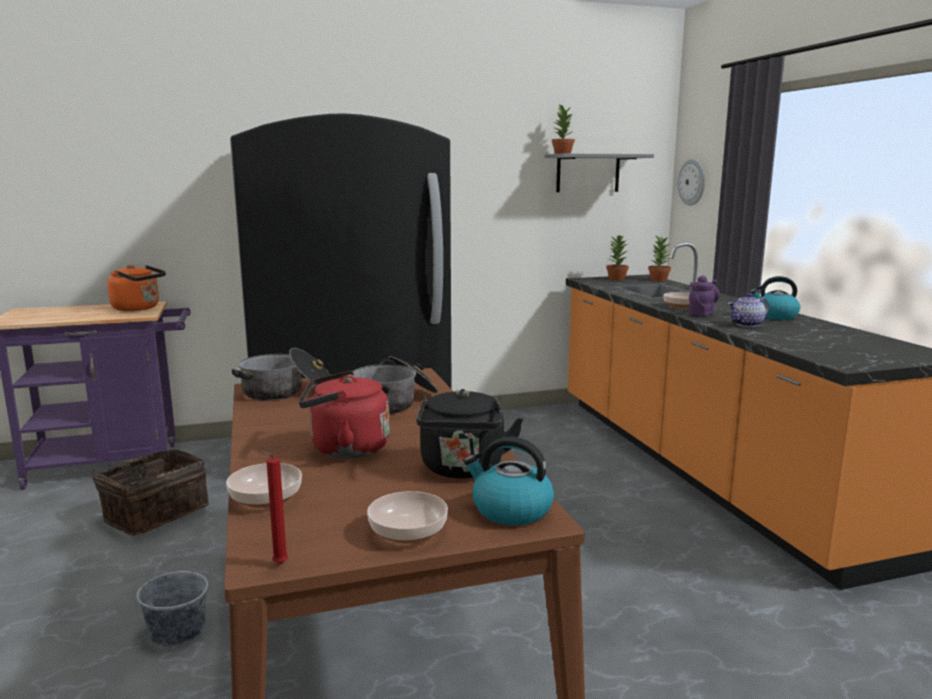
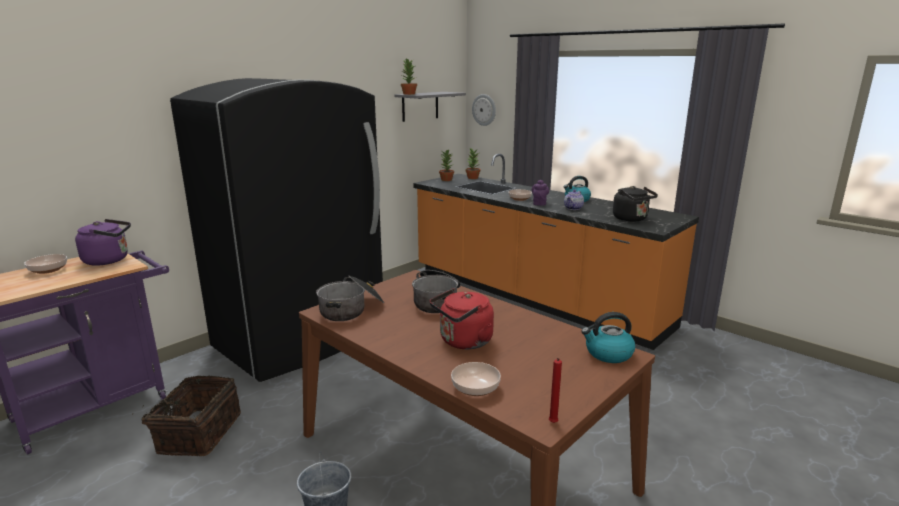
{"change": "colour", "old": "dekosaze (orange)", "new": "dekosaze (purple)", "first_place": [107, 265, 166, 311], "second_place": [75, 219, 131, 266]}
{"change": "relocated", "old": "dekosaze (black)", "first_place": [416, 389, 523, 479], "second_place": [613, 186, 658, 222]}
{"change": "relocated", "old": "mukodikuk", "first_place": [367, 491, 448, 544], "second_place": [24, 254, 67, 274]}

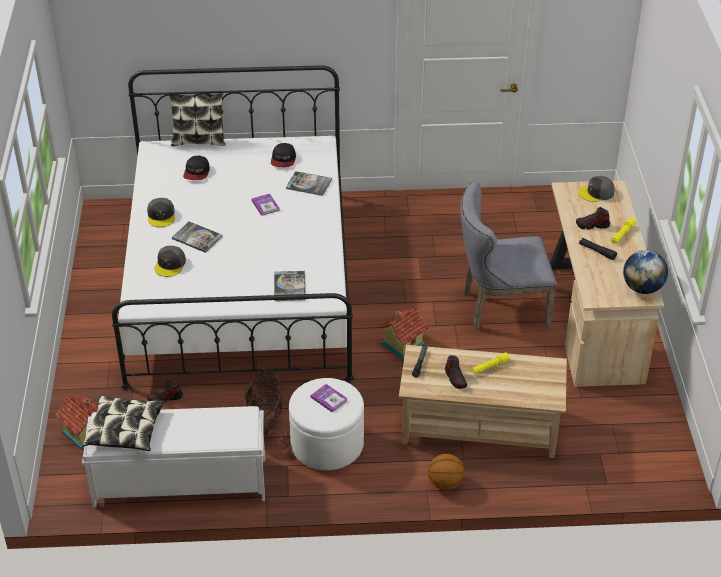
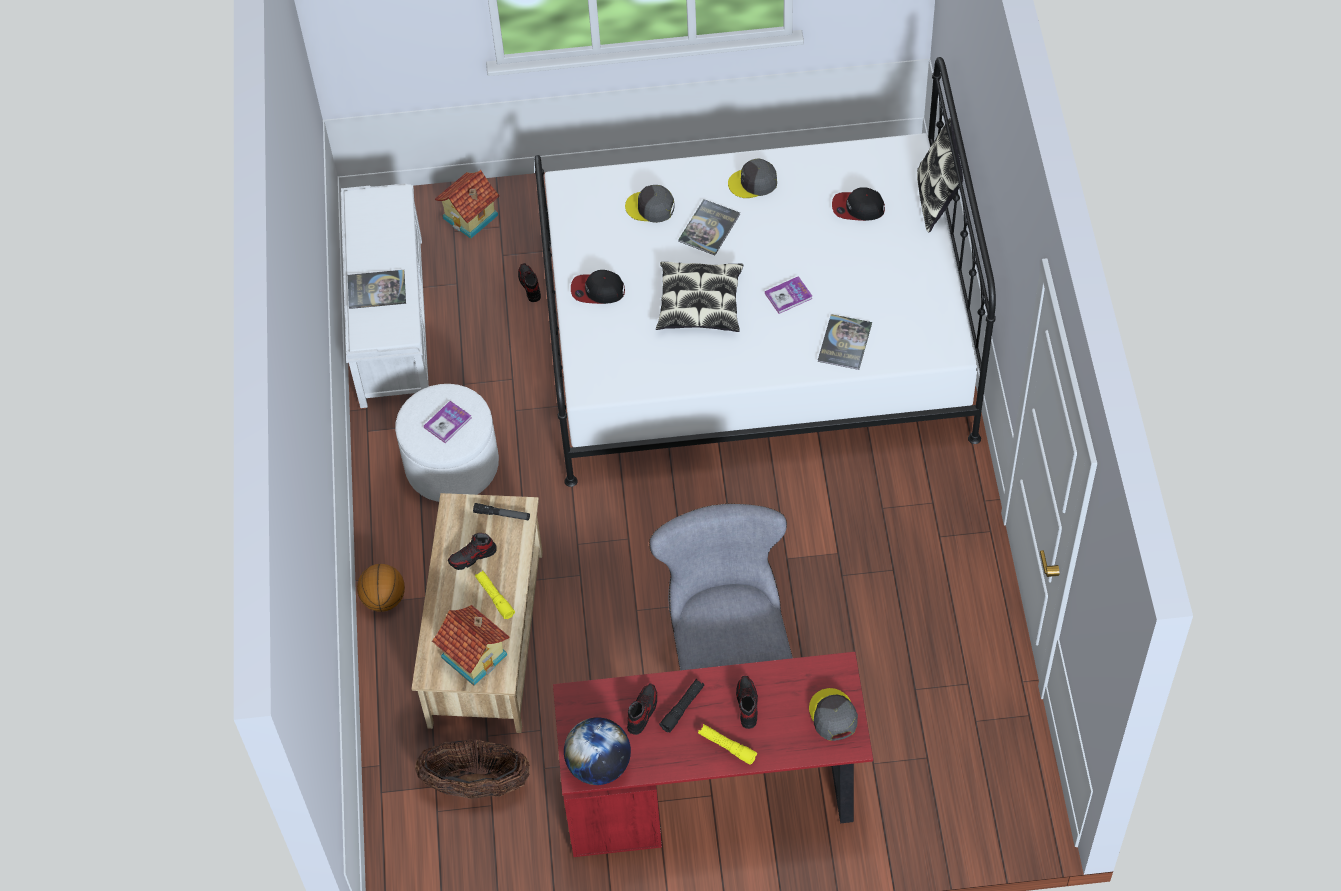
{"change": "relocated", "old": "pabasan", "first_place": [271, 143, 296, 167], "second_place": [571, 270, 625, 304]}
{"change": "colour", "old": "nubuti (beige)", "new": "nubuti (red)", "first_place": [550, 180, 664, 387], "second_place": [553, 652, 873, 857]}
{"change": "relocated", "old": "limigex", "first_place": [274, 271, 306, 301], "second_place": [348, 270, 406, 309]}
{"change": "relocated", "old": "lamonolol", "first_place": [379, 307, 429, 360], "second_place": [432, 605, 509, 686]}
{"change": "relocated", "old": "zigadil", "first_place": [243, 371, 284, 437], "second_place": [415, 739, 530, 799]}
{"change": "relocated", "old": "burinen", "first_place": [83, 395, 165, 451], "second_place": [656, 262, 743, 332]}
{"change": "appeared", "new": "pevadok", "second_place": [627, 683, 657, 735]}

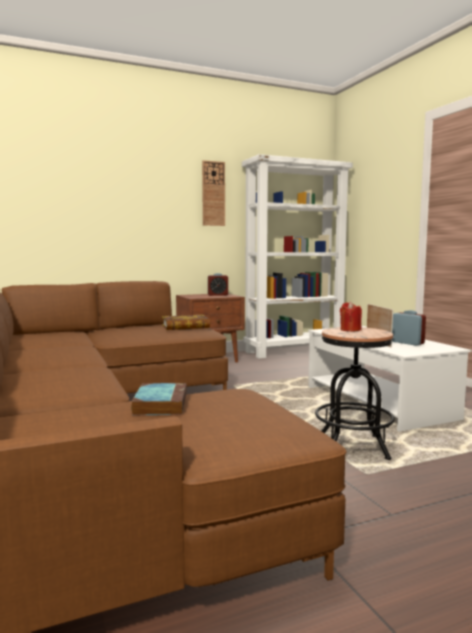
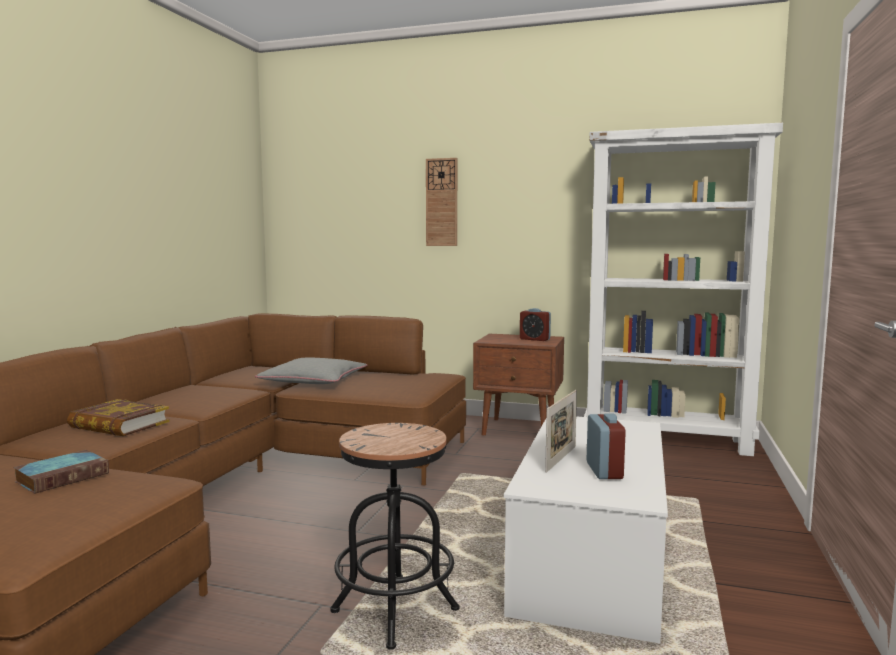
{"change": "relocated", "old": "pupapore", "first_place": [202, 160, 225, 226], "second_place": [426, 158, 457, 246]}
{"change": "missing", "old": "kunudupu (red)", "first_place": [340, 301, 362, 332]}
{"change": "relocated", "old": "limigex", "first_place": [162, 315, 210, 330], "second_place": [67, 399, 170, 436]}
{"change": "appeared", "new": "burinen (grey)", "second_place": [255, 358, 368, 384]}

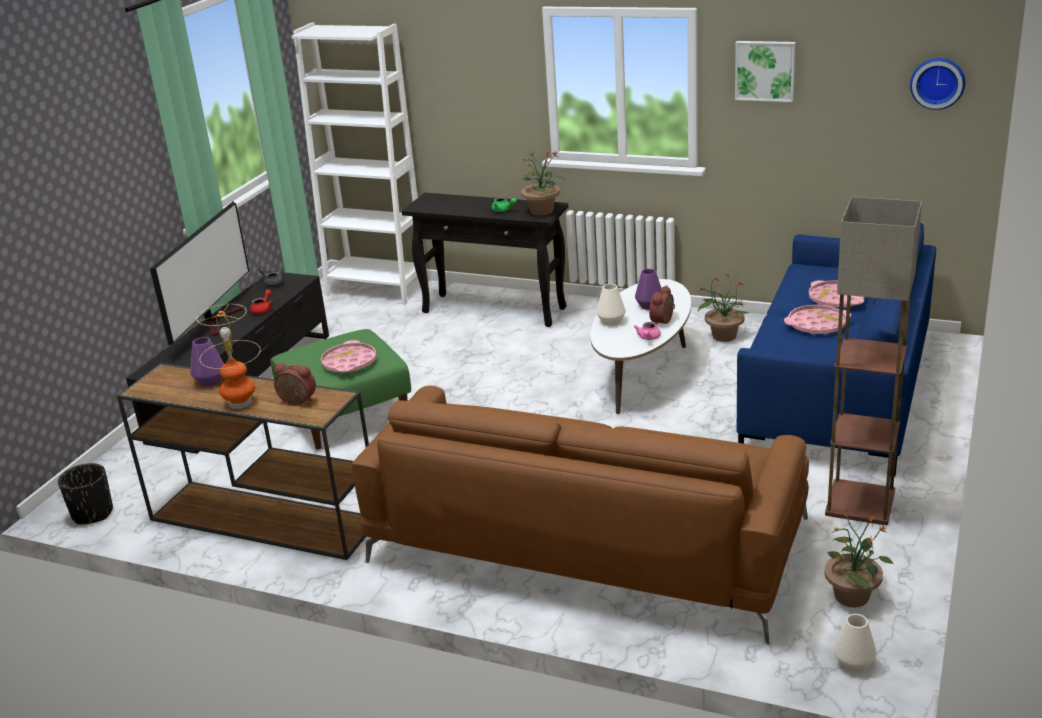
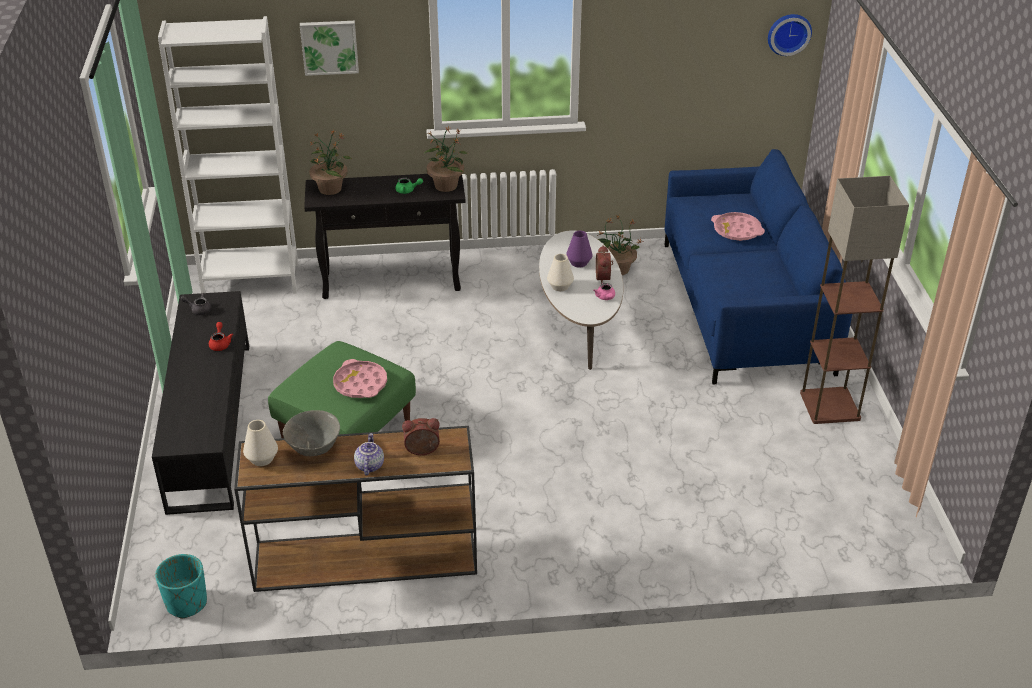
{"change": "relocated", "old": "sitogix", "first_place": [735, 41, 796, 102], "second_place": [300, 21, 359, 76]}
{"change": "missing", "old": "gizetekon", "first_place": [150, 202, 249, 345]}
{"change": "exchanged", "old": "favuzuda", "new": "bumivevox", "first_place": [196, 304, 261, 409], "second_place": [354, 433, 384, 475]}
{"change": "missing", "old": "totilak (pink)", "first_place": [784, 305, 851, 334]}
{"change": "exchanged", "old": "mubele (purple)", "new": "mukodikuk (grey)", "first_place": [190, 337, 224, 387], "second_place": [283, 410, 340, 456]}
{"change": "missing", "old": "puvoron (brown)", "first_place": [351, 386, 809, 645]}
{"change": "colour", "old": "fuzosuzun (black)", "new": "fuzosuzun (turquoise)", "first_place": [58, 463, 113, 525], "second_place": [155, 554, 207, 619]}
{"change": "relocated", "old": "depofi", "first_place": [824, 512, 893, 607], "second_place": [309, 130, 352, 195]}
{"change": "relocated", "old": "mubele (white)", "first_place": [833, 614, 876, 672], "second_place": [243, 420, 278, 466]}

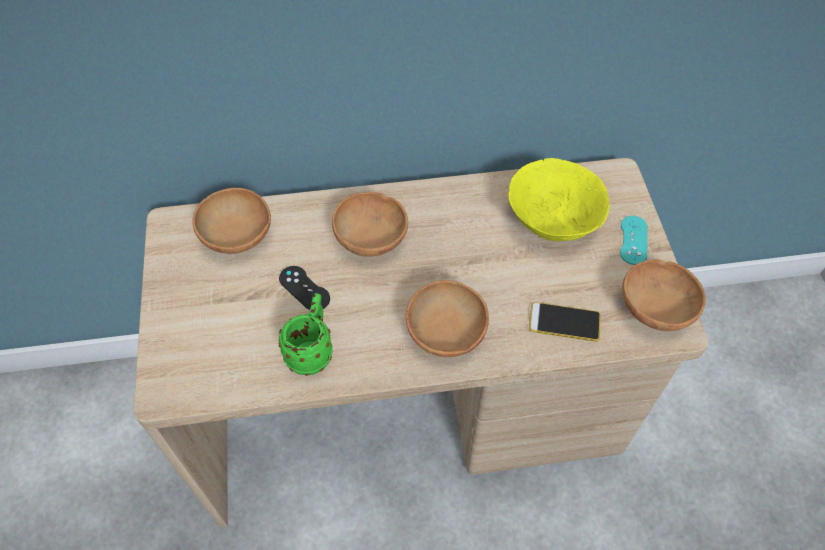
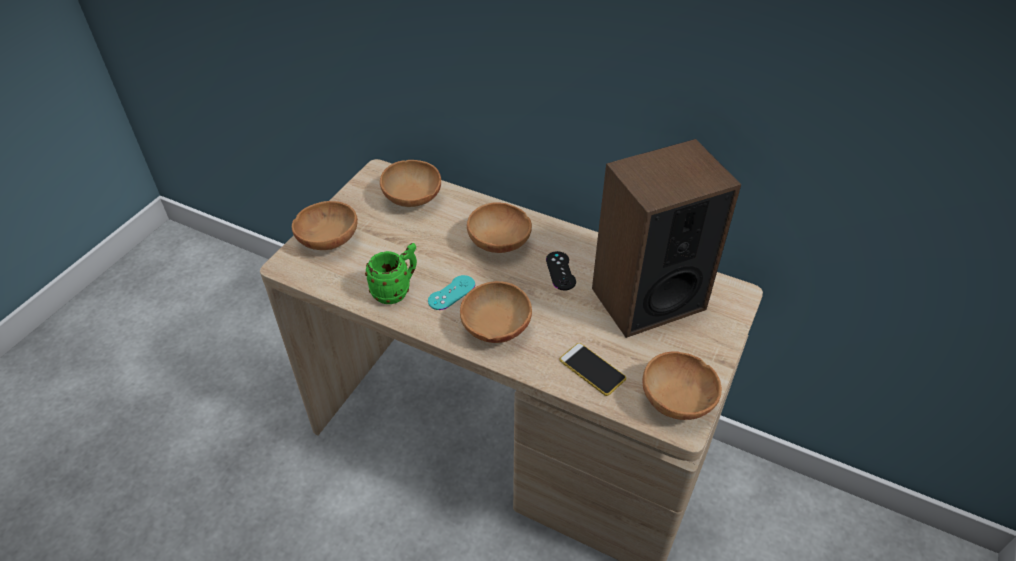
{"change": "exchanged", "old": "mukodikuk (yellow)", "new": "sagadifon", "first_place": [508, 158, 610, 241], "second_place": [592, 139, 741, 338]}
{"change": "relocated", "old": "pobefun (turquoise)", "first_place": [620, 216, 648, 265], "second_place": [428, 275, 475, 310]}
{"change": "relocated", "old": "pobefun (black)", "first_place": [279, 266, 330, 310], "second_place": [546, 251, 576, 290]}
{"change": "appeared", "new": "mukodikuk (brown)", "second_place": [292, 201, 358, 250]}

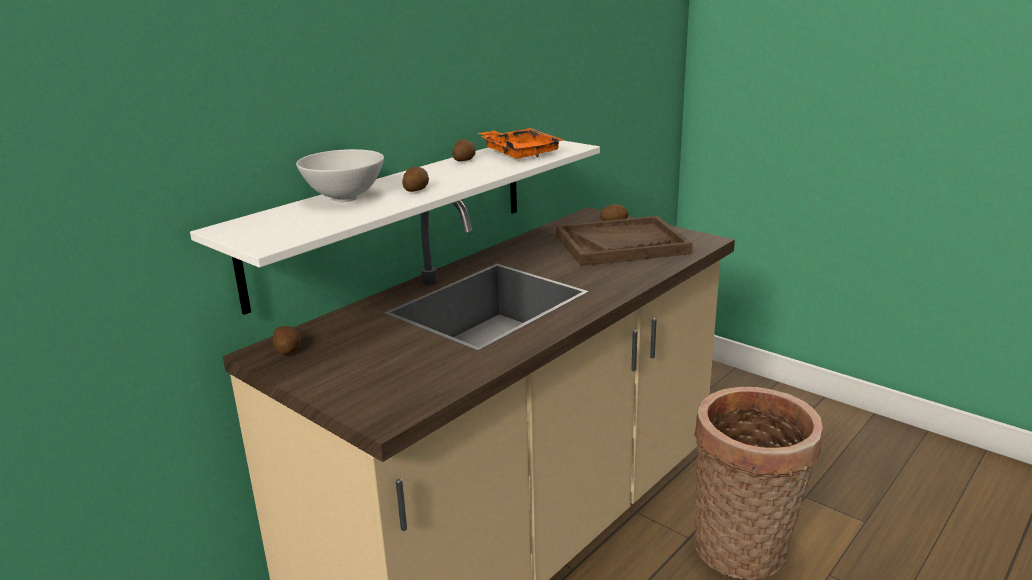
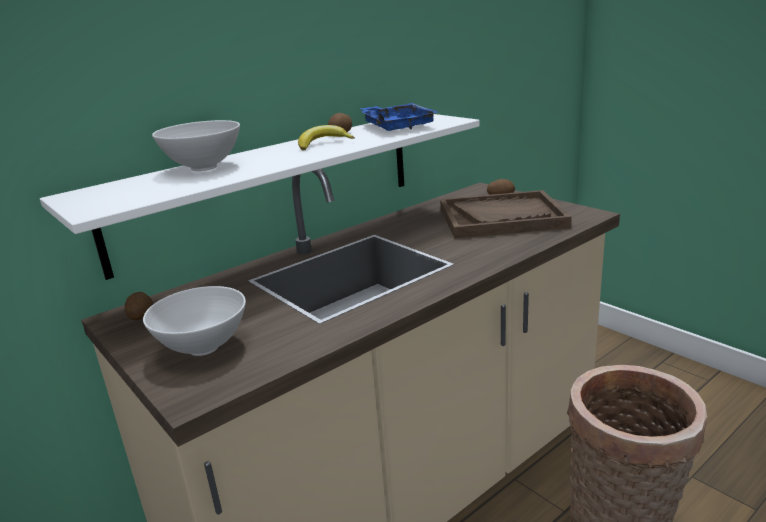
{"change": "colour", "old": "totilak (orange)", "new": "totilak (blue)", "first_place": [478, 128, 564, 159], "second_place": [360, 103, 438, 131]}
{"change": "missing", "old": "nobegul", "first_place": [402, 166, 429, 192]}
{"change": "appeared", "new": "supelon", "second_place": [298, 125, 355, 151]}
{"change": "appeared", "new": "mukodikuk (white)", "second_place": [143, 286, 246, 356]}

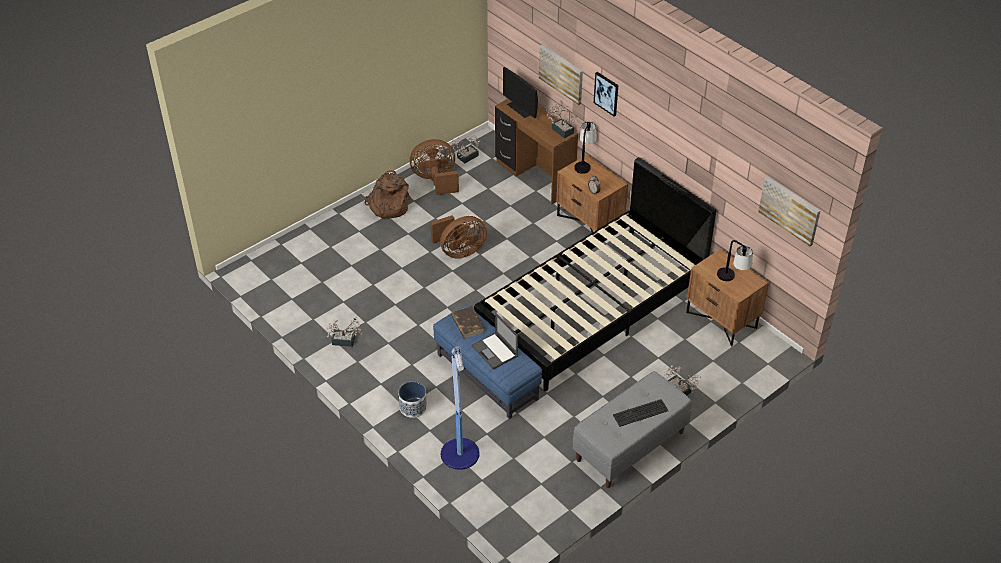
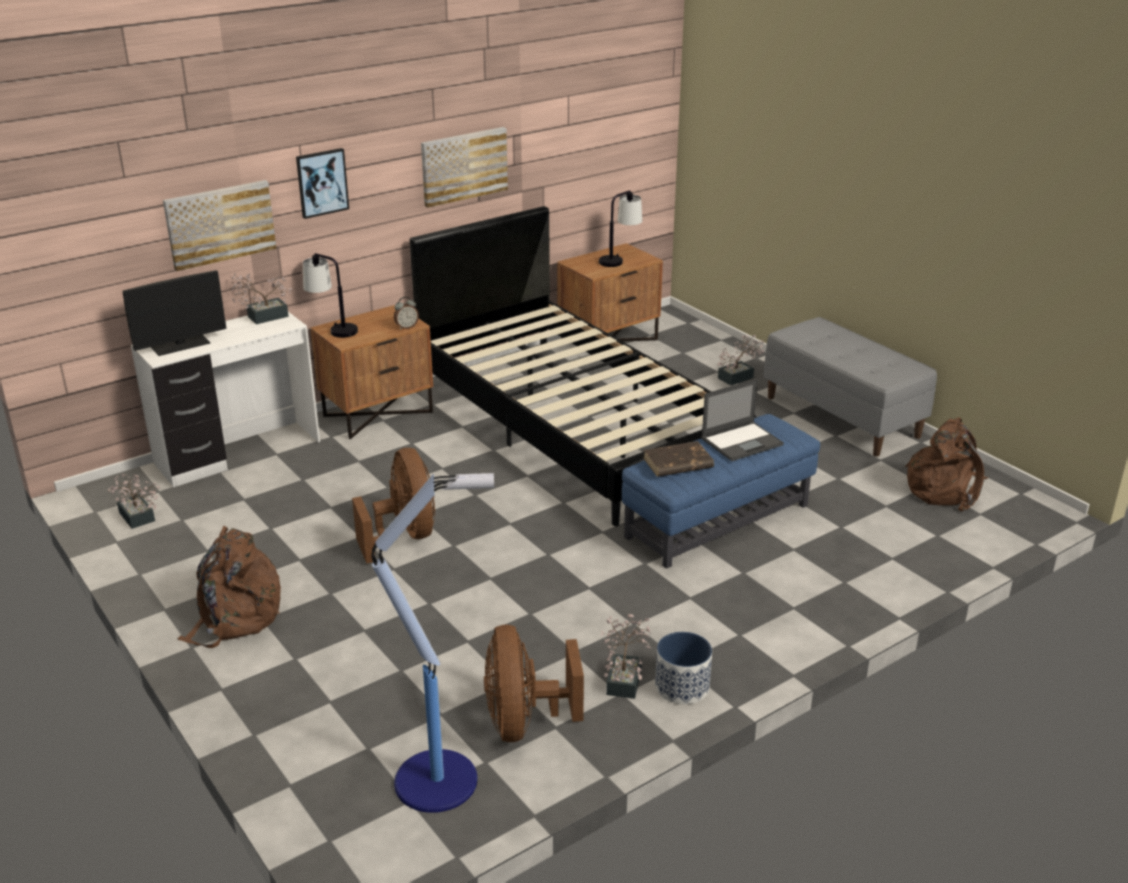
{"change": "colour", "old": "nubuti (brown)", "new": "nubuti (white)", "first_place": [495, 99, 578, 205], "second_place": [131, 312, 320, 487]}
{"change": "relocated", "old": "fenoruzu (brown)", "first_place": [410, 139, 459, 195], "second_place": [484, 625, 584, 742]}
{"change": "relocated", "old": "sitogix", "first_place": [758, 176, 820, 247], "second_place": [421, 127, 508, 208]}
{"change": "relocated", "old": "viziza", "first_place": [441, 346, 480, 470], "second_place": [372, 473, 494, 813]}
{"change": "relocated", "old": "fuzosuzun", "first_place": [398, 381, 427, 418], "second_place": [655, 632, 712, 704]}
{"change": "missing", "old": "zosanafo", "first_place": [613, 399, 669, 427]}
{"change": "appeared", "new": "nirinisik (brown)", "second_place": [905, 417, 988, 512]}

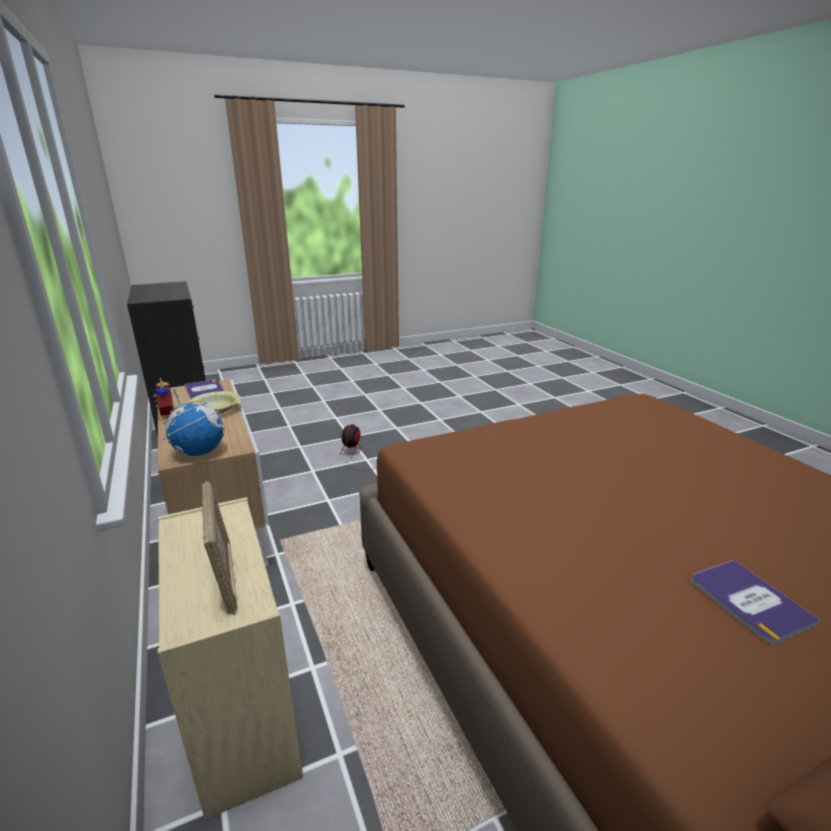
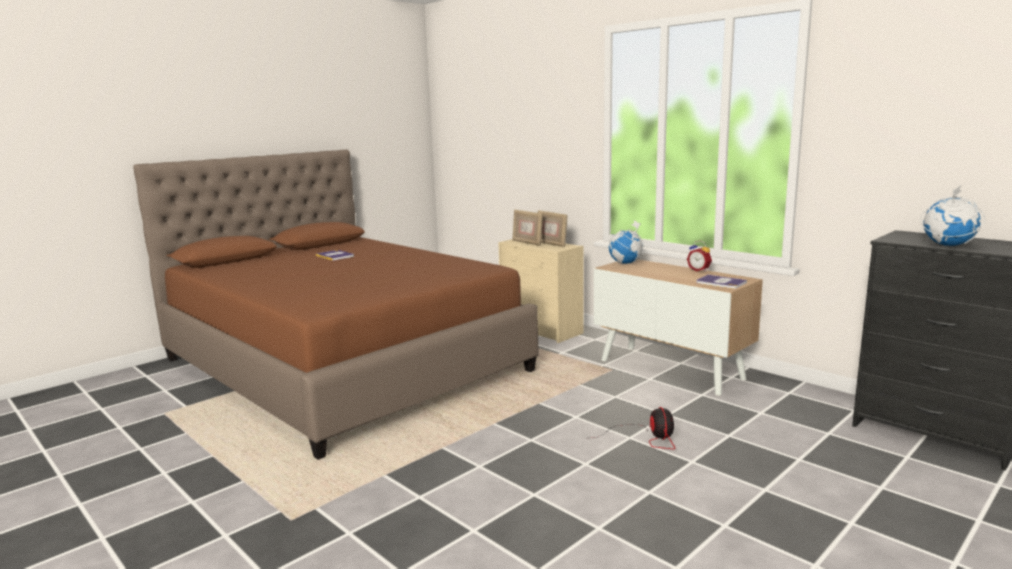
{"change": "missing", "old": "mukodikuk (yellow)", "first_place": [189, 391, 240, 414]}
{"change": "appeared", "new": "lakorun", "second_place": [920, 184, 985, 246]}
{"change": "appeared", "new": "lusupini", "second_place": [538, 210, 567, 247]}

